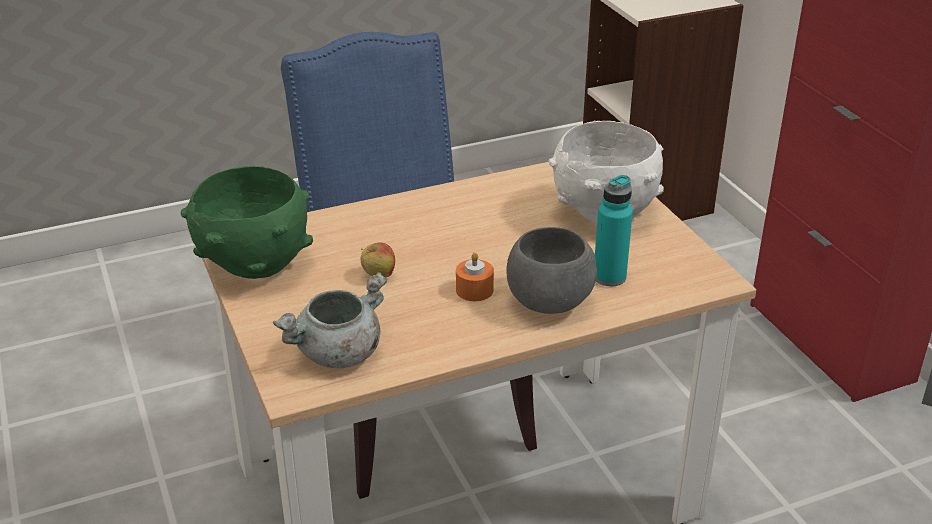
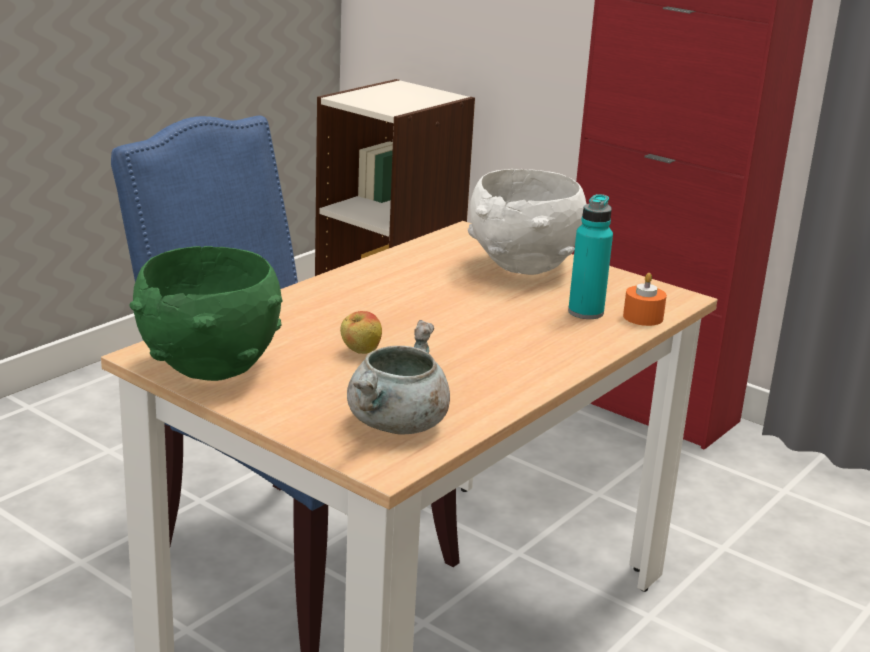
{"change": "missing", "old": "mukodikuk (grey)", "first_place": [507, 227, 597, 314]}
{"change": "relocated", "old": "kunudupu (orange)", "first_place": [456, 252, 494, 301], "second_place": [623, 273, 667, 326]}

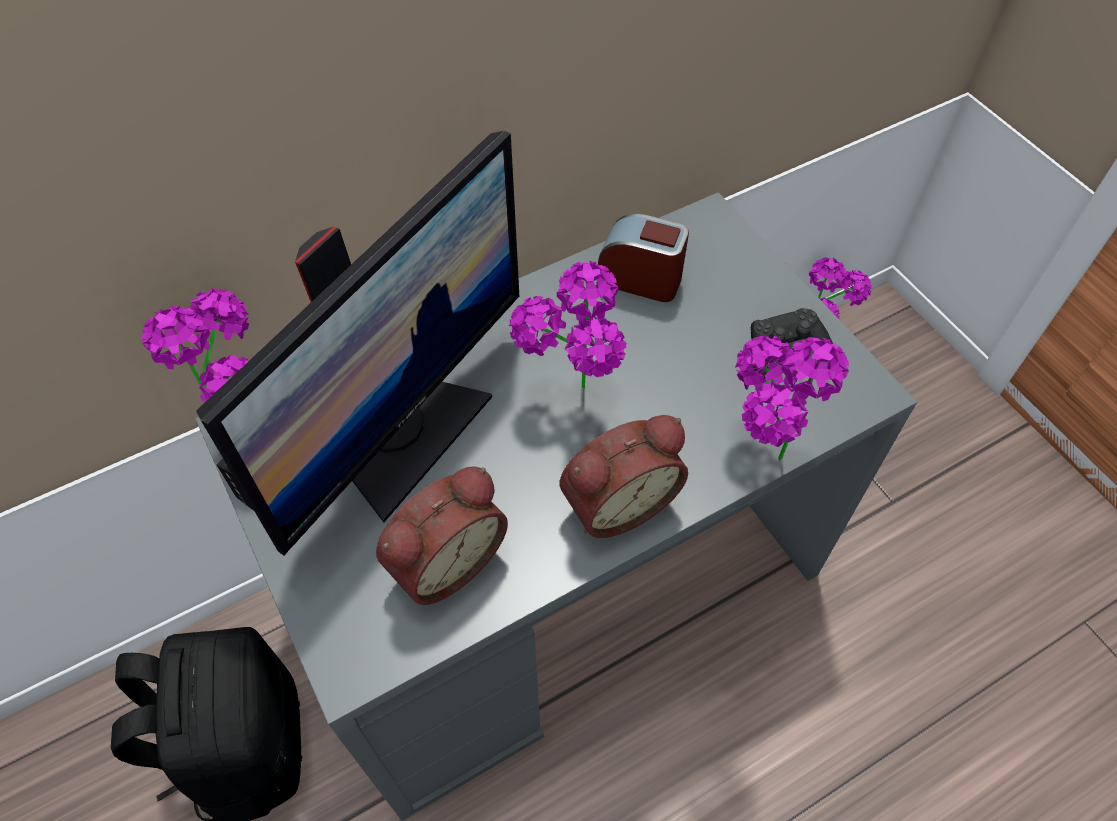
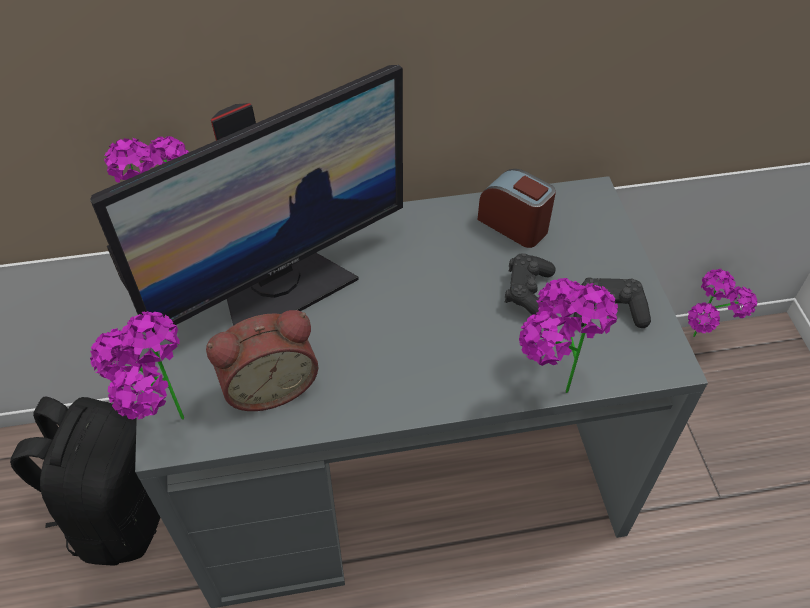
{"change": "relocated", "old": "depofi", "first_place": [509, 261, 627, 389], "second_place": [90, 311, 184, 420]}
{"change": "missing", "old": "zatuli", "first_place": [560, 415, 688, 538]}
{"change": "appeared", "new": "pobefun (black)", "second_place": [505, 253, 556, 315]}

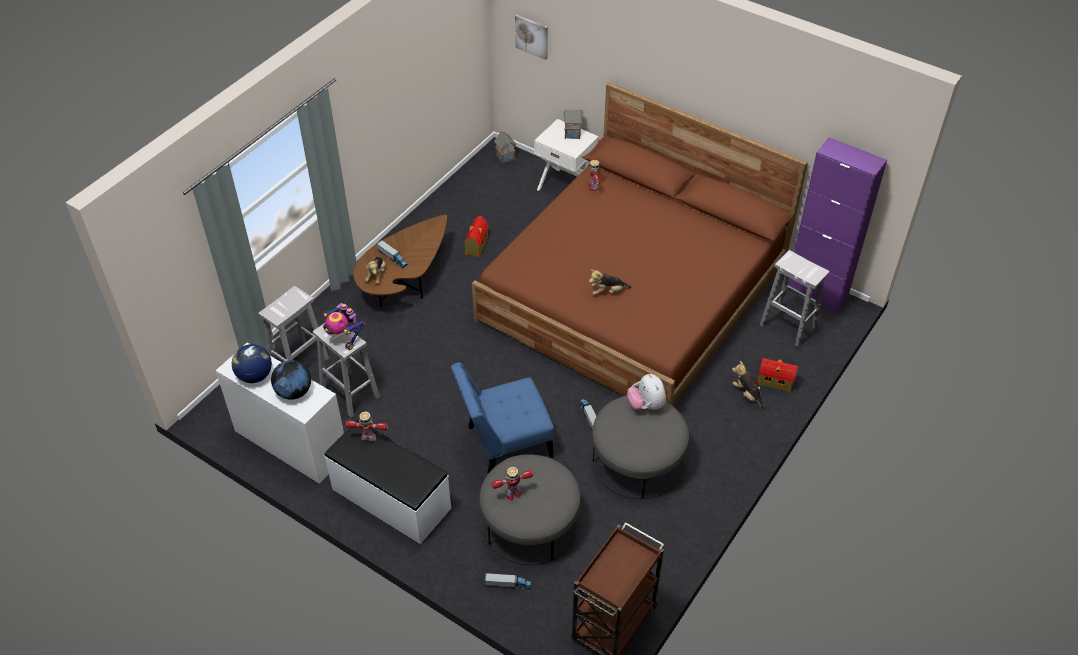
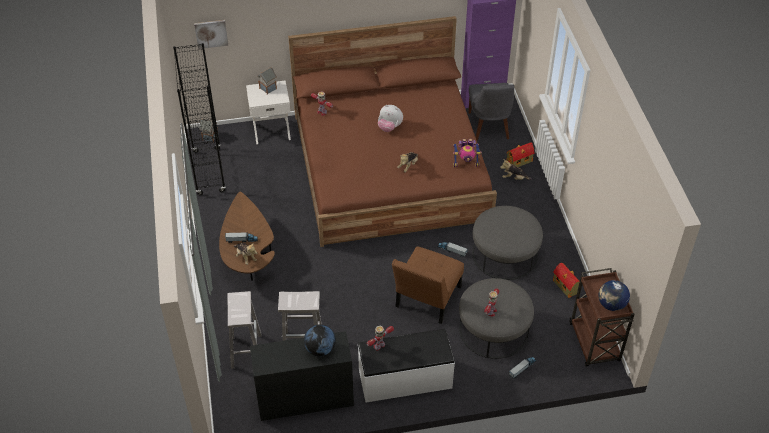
{"change": "relocated", "old": "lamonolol", "first_place": [464, 216, 488, 257], "second_place": [553, 263, 580, 298]}
{"change": "exchanged", "old": "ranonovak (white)", "new": "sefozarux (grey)", "first_place": [760, 250, 830, 347], "second_place": [468, 83, 514, 141]}
{"change": "relocated", "old": "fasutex", "first_place": [323, 303, 366, 350], "second_place": [453, 139, 482, 167]}
{"change": "colour", "old": "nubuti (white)", "new": "nubuti (black)", "first_place": [216, 343, 344, 484], "second_place": [250, 331, 354, 421]}
{"change": "relocated", "old": "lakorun", "first_place": [232, 344, 272, 383], "second_place": [599, 280, 630, 311]}
{"change": "colour", "old": "sefozarux (blue)", "new": "sefozarux (brown)", "first_place": [451, 363, 554, 474], "second_place": [392, 247, 464, 324]}
{"change": "relocated", "old": "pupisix", "first_place": [627, 374, 666, 410], "second_place": [378, 105, 403, 132]}
{"change": "appeared", "new": "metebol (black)", "second_place": [173, 43, 226, 195]}

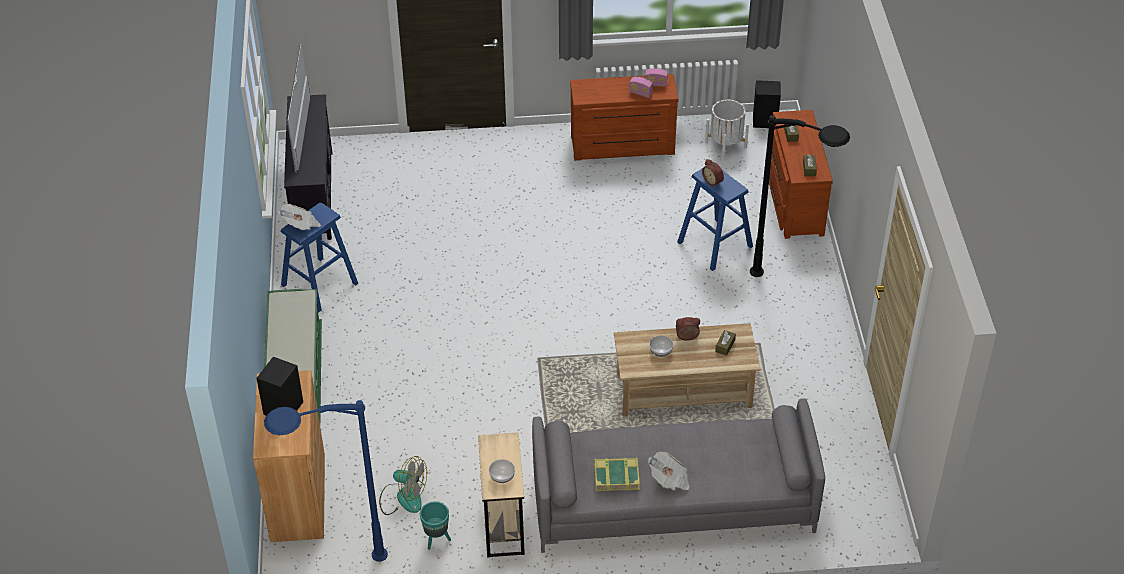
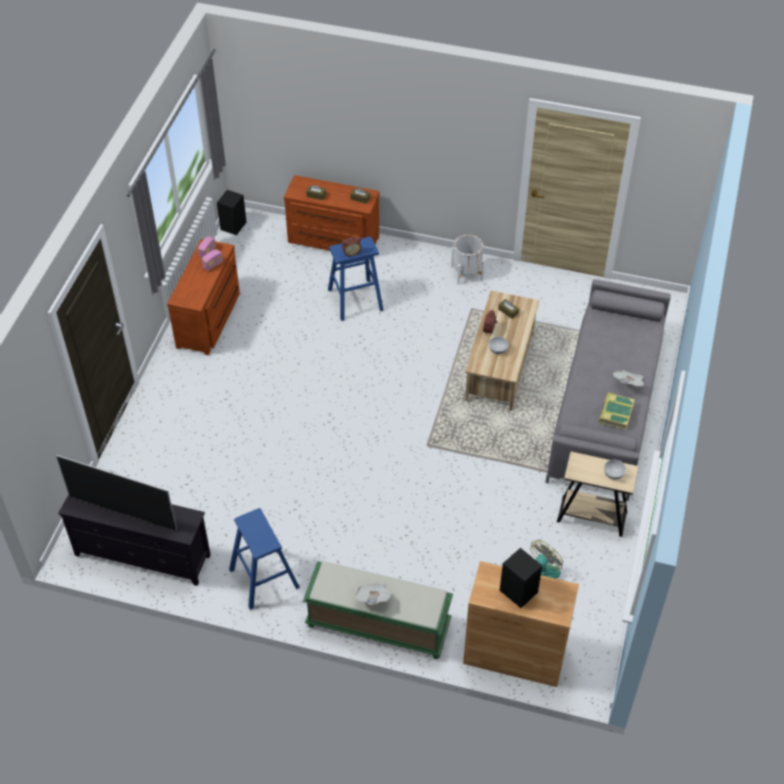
{"change": "relocated", "old": "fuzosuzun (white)", "first_place": [705, 99, 749, 159], "second_place": [451, 235, 484, 285]}
{"change": "missing", "old": "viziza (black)", "first_place": [750, 115, 850, 277]}
{"change": "relocated", "old": "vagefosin", "first_place": [278, 204, 321, 230], "second_place": [354, 582, 392, 605]}
{"change": "missing", "old": "viziza (blue)", "first_place": [264, 400, 388, 562]}
{"change": "missing", "old": "fuzosuzun (turquoise)", "first_place": [420, 501, 451, 550]}

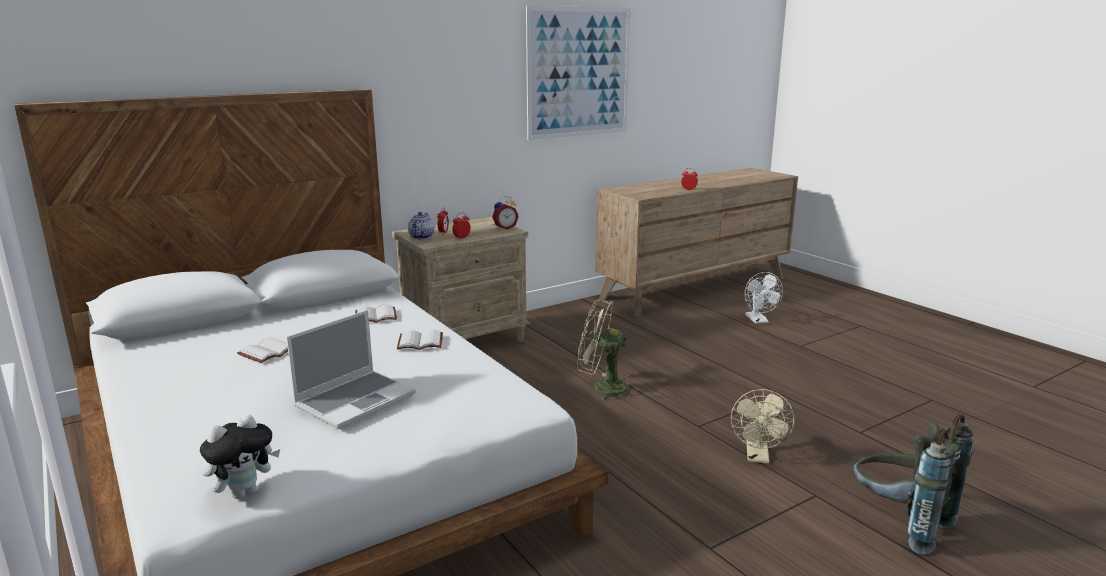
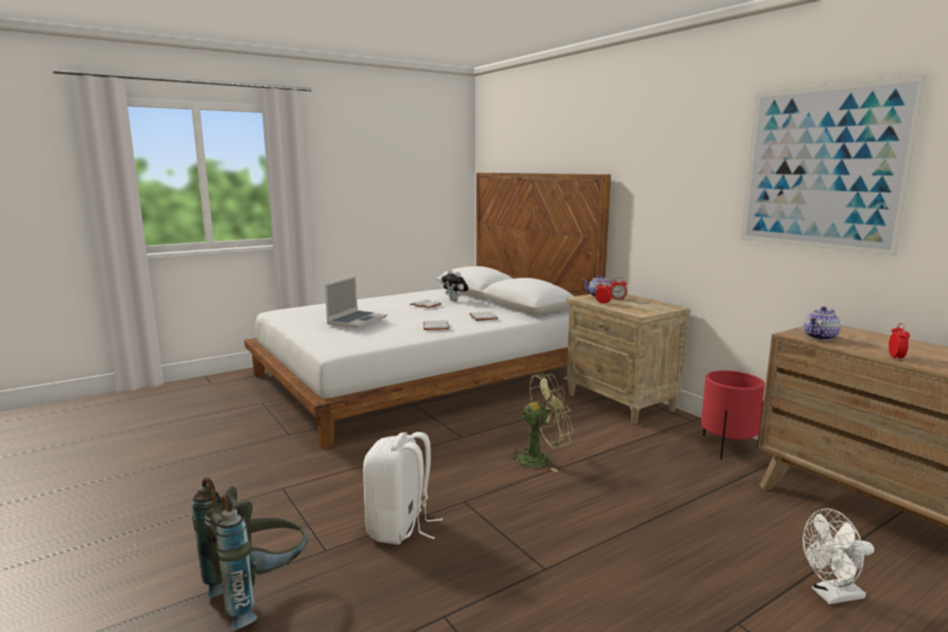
{"change": "missing", "old": "zatuli", "first_place": [492, 196, 519, 230]}
{"change": "spun", "old": "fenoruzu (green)", "first_place": [577, 299, 637, 400], "second_place": [506, 374, 574, 472], "degrees": 60}
{"change": "spun", "old": "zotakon", "first_place": [286, 310, 416, 429], "second_place": [325, 276, 387, 328], "degrees": -105}
{"change": "exchanged", "old": "fenoruzu (beige)", "new": "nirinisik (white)", "first_place": [731, 389, 794, 464], "second_place": [363, 432, 443, 545]}
{"change": "relocated", "old": "pupisix", "first_place": [200, 414, 280, 499], "second_place": [441, 270, 469, 302]}
{"change": "appeared", "new": "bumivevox", "second_place": [804, 306, 841, 341]}
{"change": "appeared", "new": "fuzosuzun (red)", "second_place": [701, 370, 765, 460]}

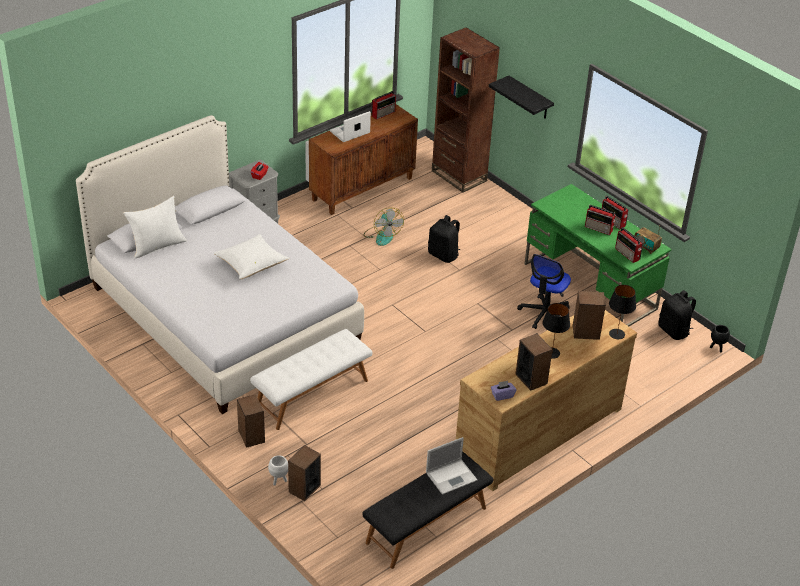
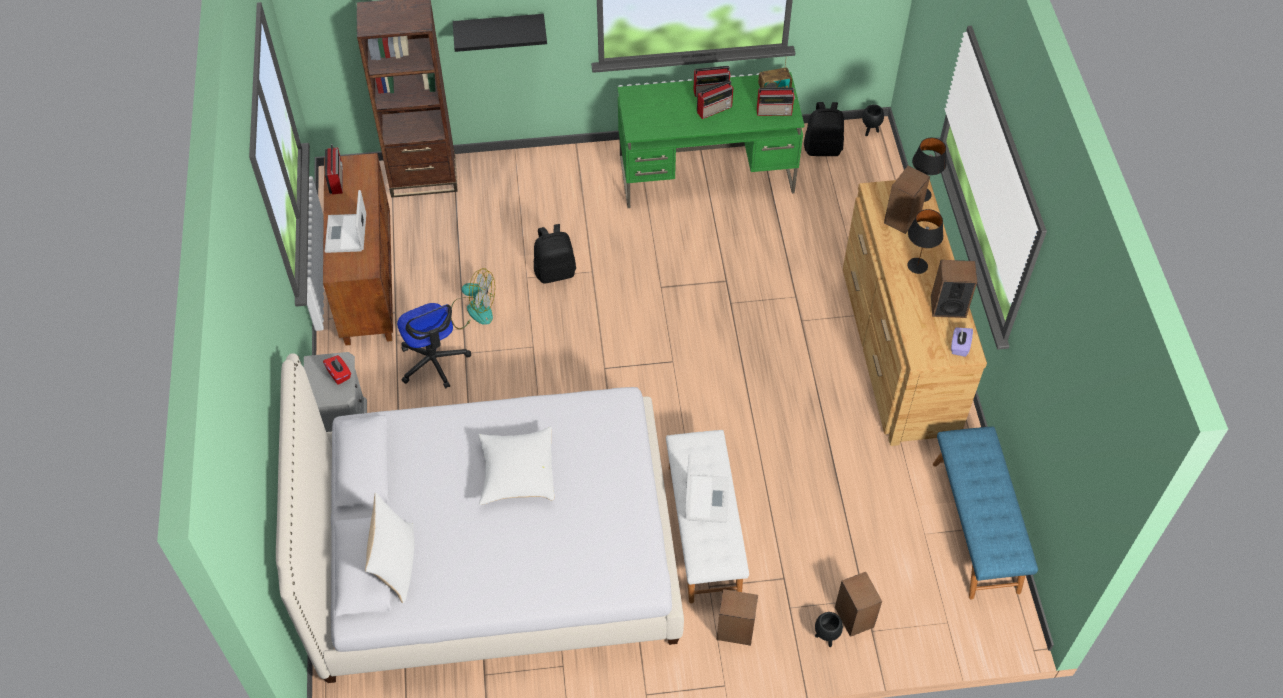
{"change": "relocated", "old": "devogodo", "first_place": [517, 254, 571, 329], "second_place": [397, 303, 471, 389]}
{"change": "relocated", "old": "zotakon", "first_place": [426, 437, 477, 495], "second_place": [685, 454, 729, 523]}
{"change": "colour", "old": "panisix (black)", "new": "panisix (blue)", "first_place": [362, 452, 493, 569], "second_place": [933, 426, 1038, 600]}
{"change": "colour", "old": "fuzosuzun (white)", "new": "fuzosuzun (black)", "first_place": [268, 455, 288, 486], "second_place": [815, 612, 843, 647]}

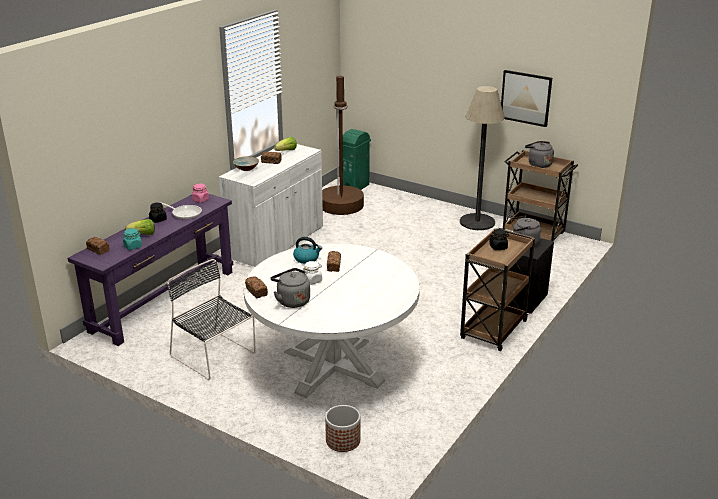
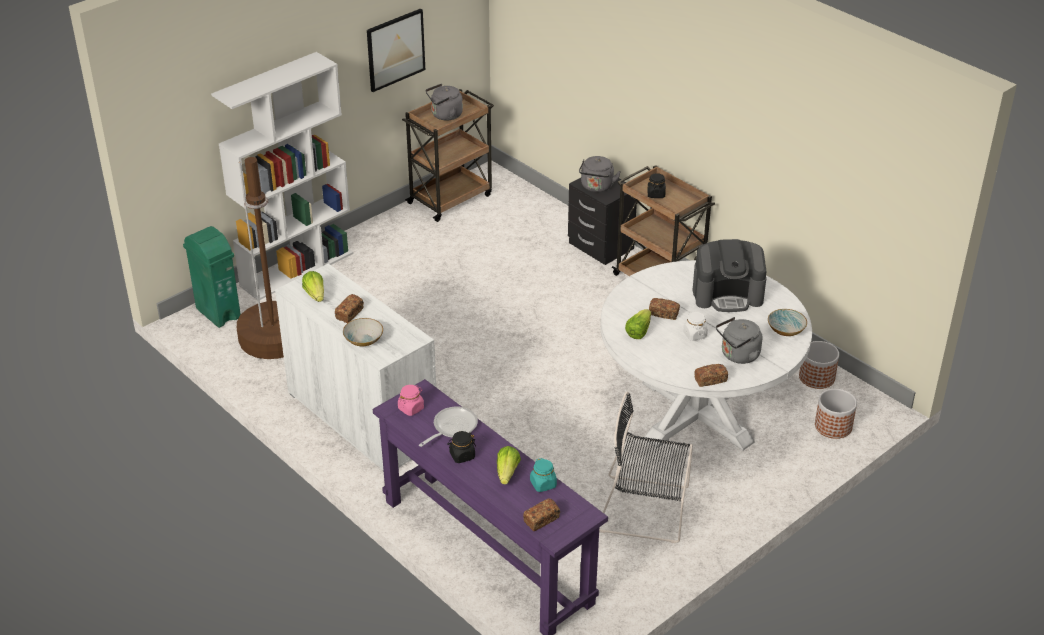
{"change": "missing", "old": "viziza", "first_place": [460, 86, 505, 230]}
{"change": "exchanged", "old": "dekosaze", "new": "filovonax", "first_place": [293, 237, 322, 264], "second_place": [625, 309, 651, 339]}
{"change": "spun", "old": "sefozarux (black)", "first_place": [167, 259, 256, 380], "second_place": [599, 391, 693, 543], "degrees": 45}
{"change": "appeared", "new": "metebol (white)", "second_place": [211, 52, 354, 300]}
{"change": "appeared", "new": "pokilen", "second_place": [693, 239, 767, 312]}
{"change": "appeared", "new": "mukodikuk", "second_place": [768, 309, 807, 336]}
{"change": "appeared", "new": "fuzosuzun", "second_place": [799, 341, 839, 389]}

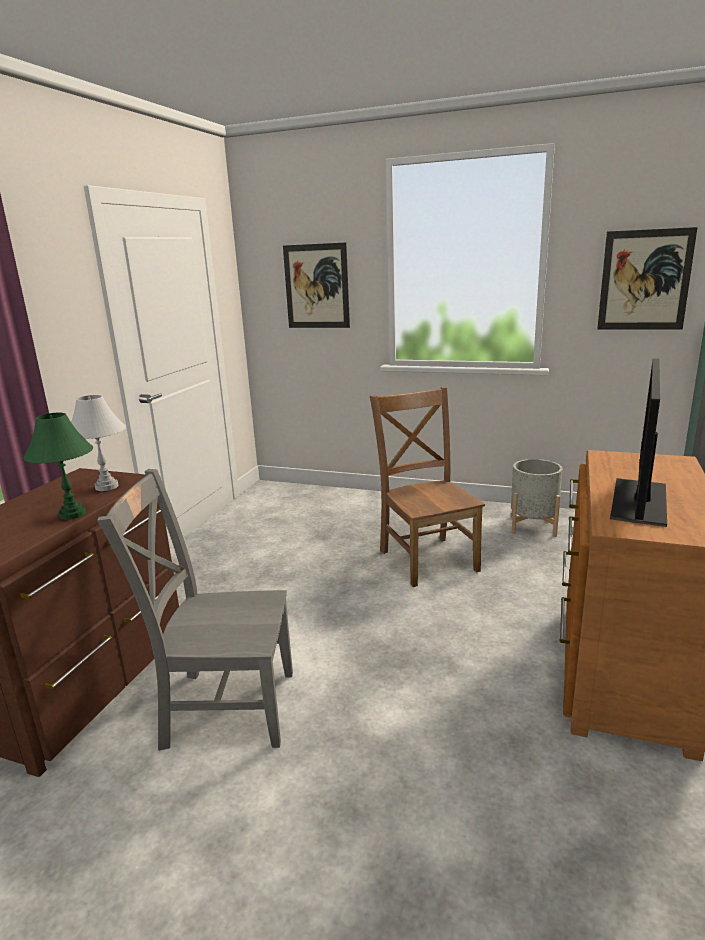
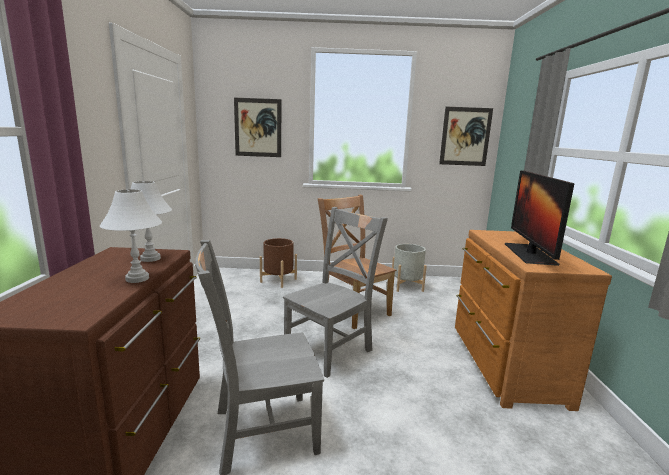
{"change": "colour", "old": "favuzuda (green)", "new": "favuzuda (white)", "first_place": [23, 413, 93, 520], "second_place": [100, 189, 162, 283]}
{"change": "appeared", "new": "sefozarux (grey)", "second_place": [283, 207, 388, 378]}
{"change": "appeared", "new": "fuzosuzun (brown)", "second_place": [260, 238, 297, 288]}

